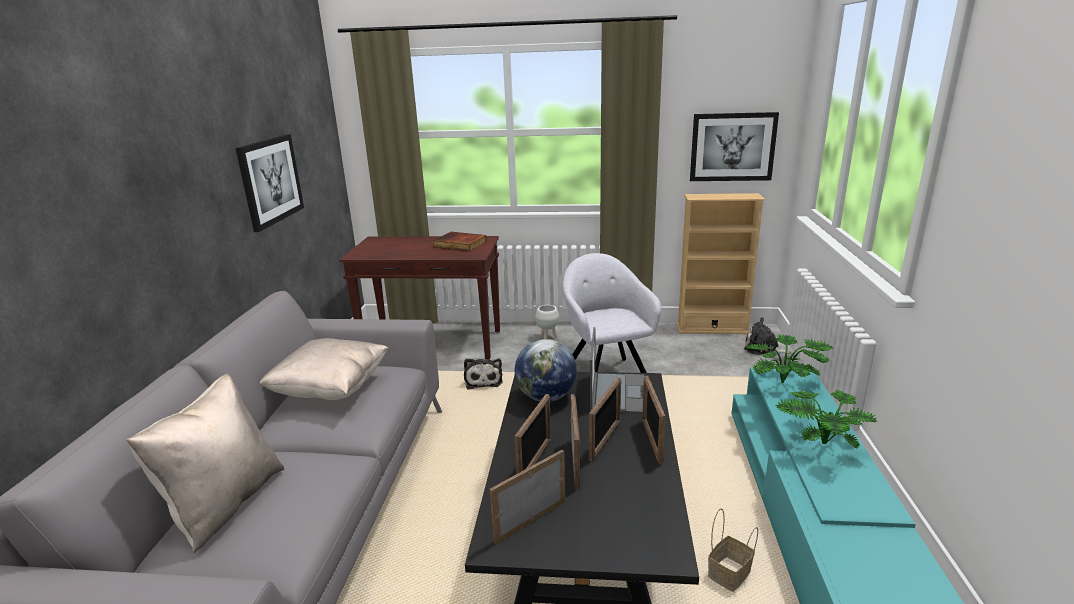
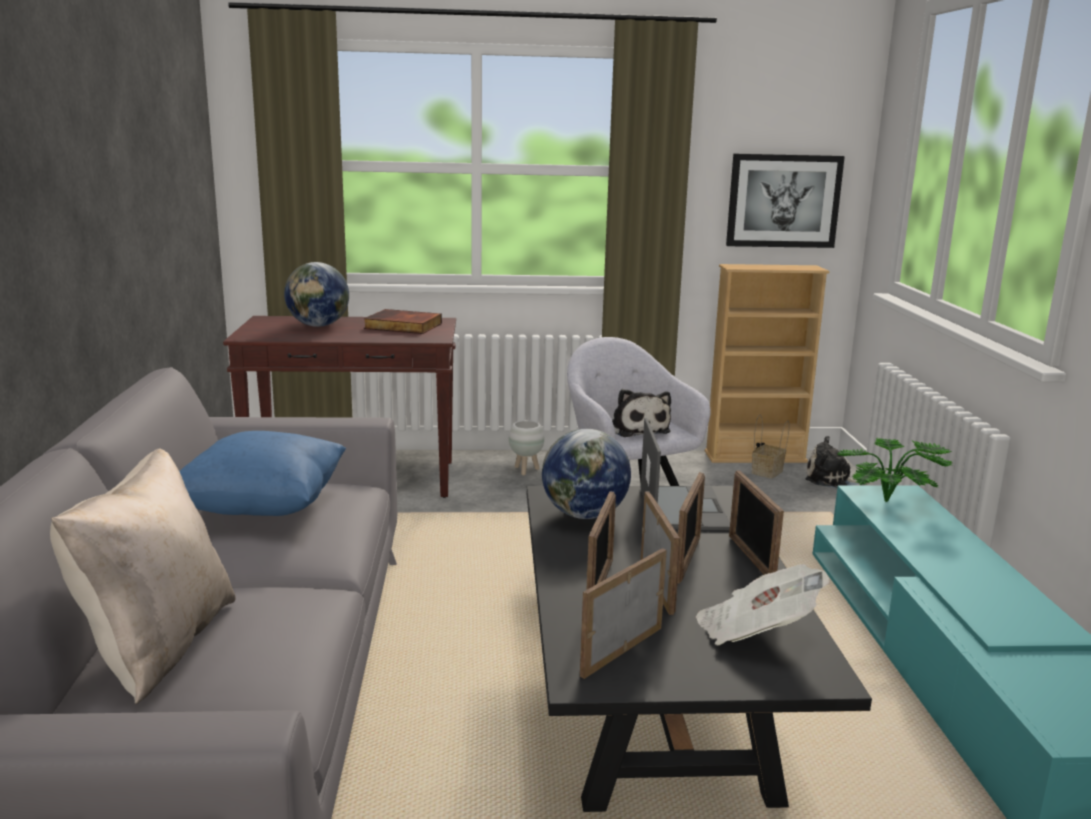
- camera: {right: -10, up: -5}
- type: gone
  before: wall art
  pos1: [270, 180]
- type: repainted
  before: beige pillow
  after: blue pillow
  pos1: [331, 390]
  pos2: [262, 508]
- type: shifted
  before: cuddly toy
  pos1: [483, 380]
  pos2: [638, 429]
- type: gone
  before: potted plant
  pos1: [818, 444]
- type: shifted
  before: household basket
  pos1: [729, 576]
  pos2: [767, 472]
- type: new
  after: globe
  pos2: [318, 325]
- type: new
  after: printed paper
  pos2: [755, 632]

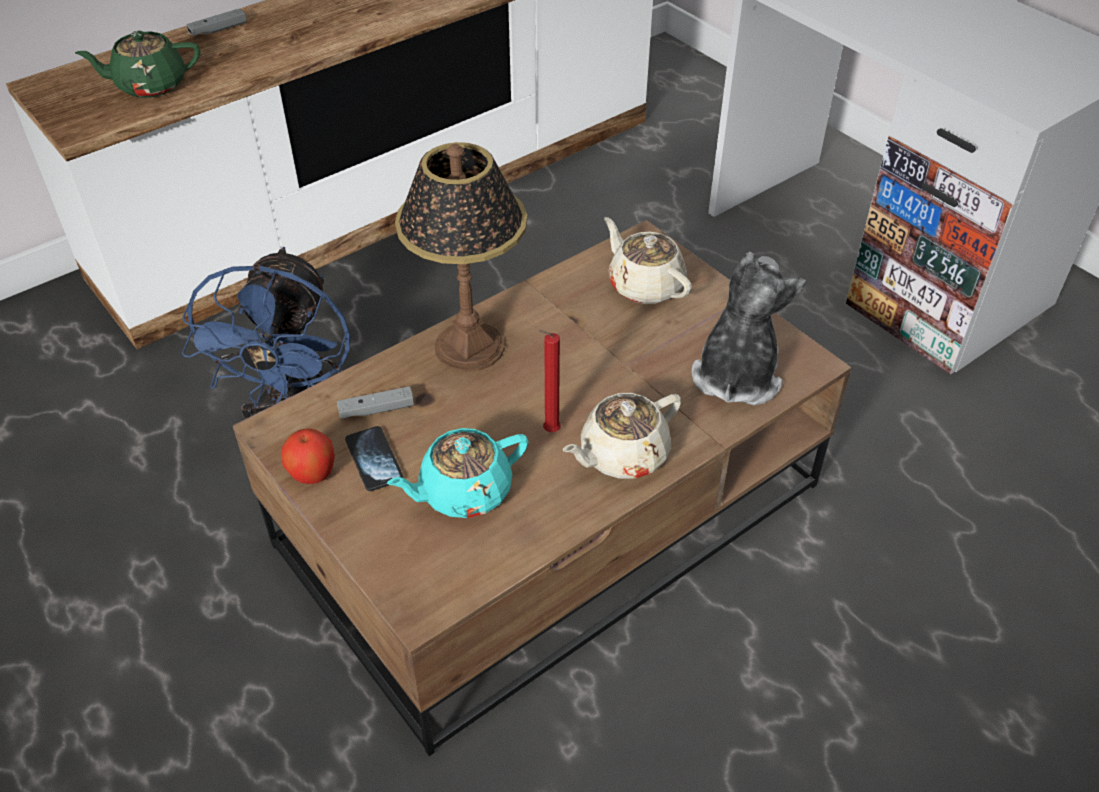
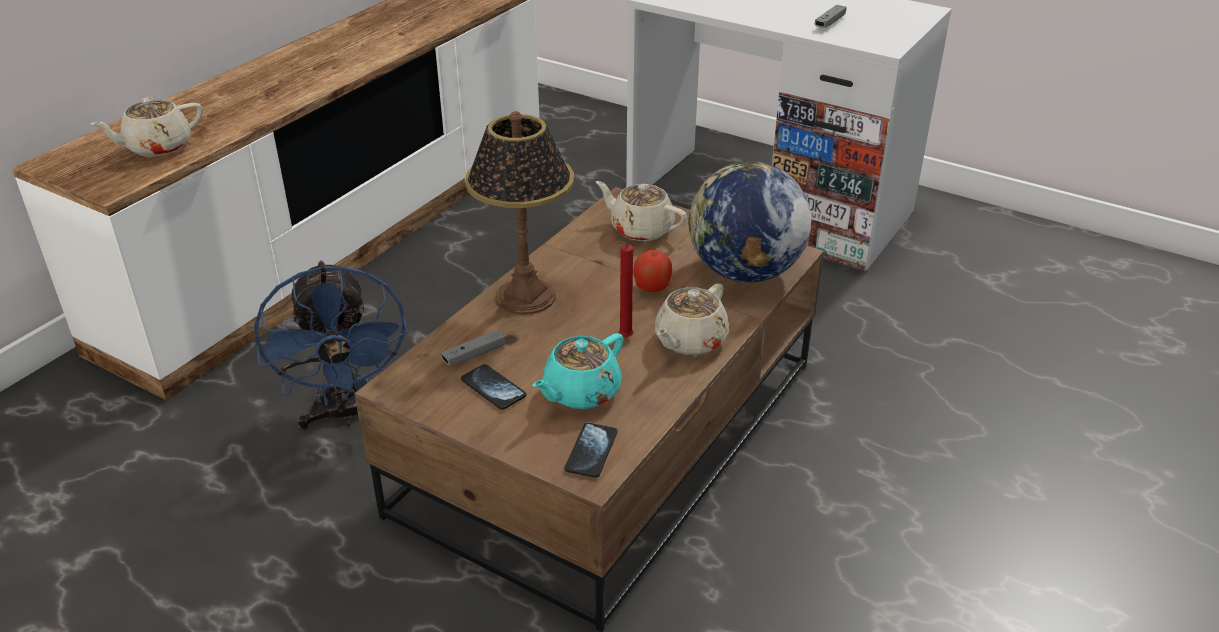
- camera: {right: -20, up: -10}
- type: shifted
  before: gray gamepad
  pos1: [218, 29]
  pos2: [829, 23]
- type: repainted
  before: greenish teapot
  after: beige teapot
  pos1: [150, 85]
  pos2: [157, 147]
- type: swapped
  before: cuddly toy
  after: globe
  pos1: [736, 375]
  pos2: [744, 272]
- type: shifted
  before: whole apple
  pos1: [312, 473]
  pos2: [652, 288]
- type: new
  after: phone
  pos2: [591, 451]

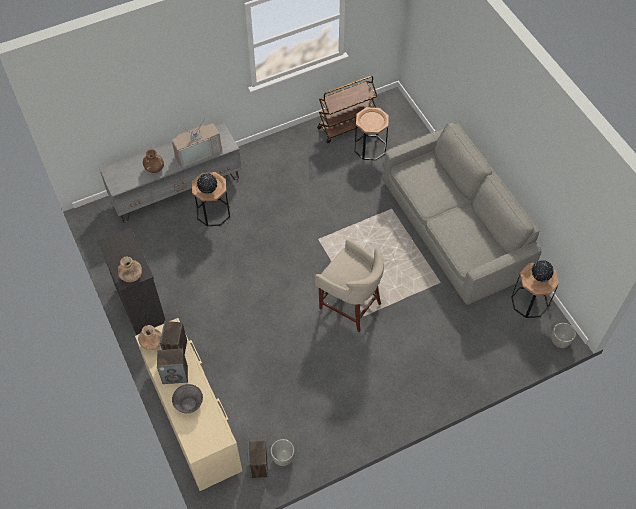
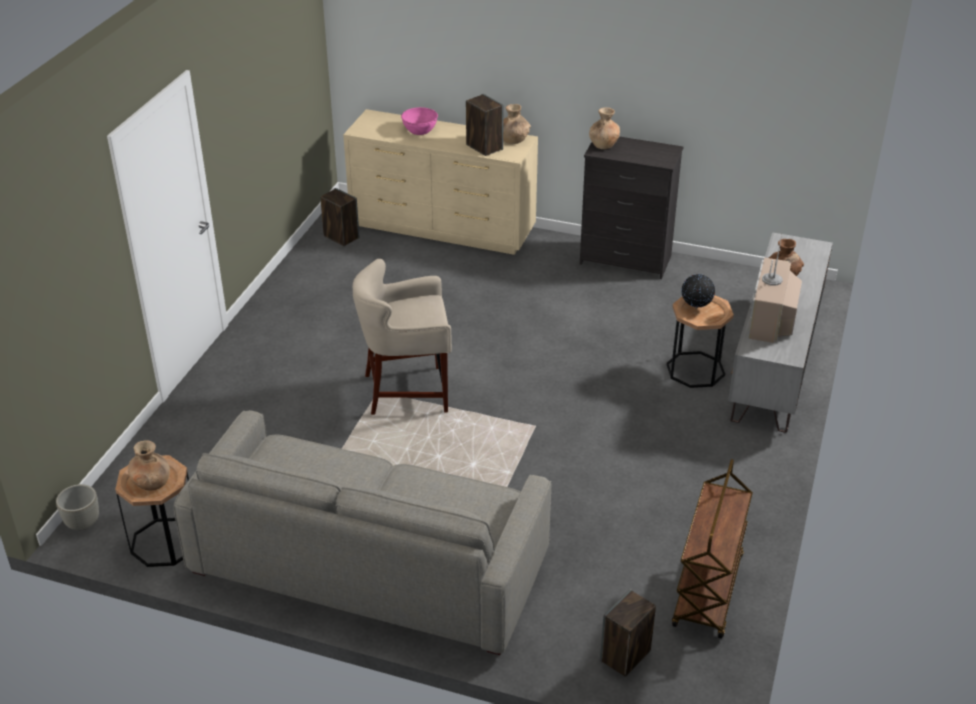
- camera: {right: 135, up: -20}
- type: gone
  before: brown side table
  pos1: [370, 147]
- type: swapped
  before: globe
  after: brown vase
  pos1: [539, 278]
  pos2: [152, 483]
- type: shifted
  before: speaker
  pos1: [175, 375]
  pos2: [625, 656]
- type: repainted
  before: gray serving bowl
  after: pink serving bowl
  pos1: [188, 403]
  pos2: [420, 130]
- type: gone
  before: gray plant pot
  pos1: [283, 457]

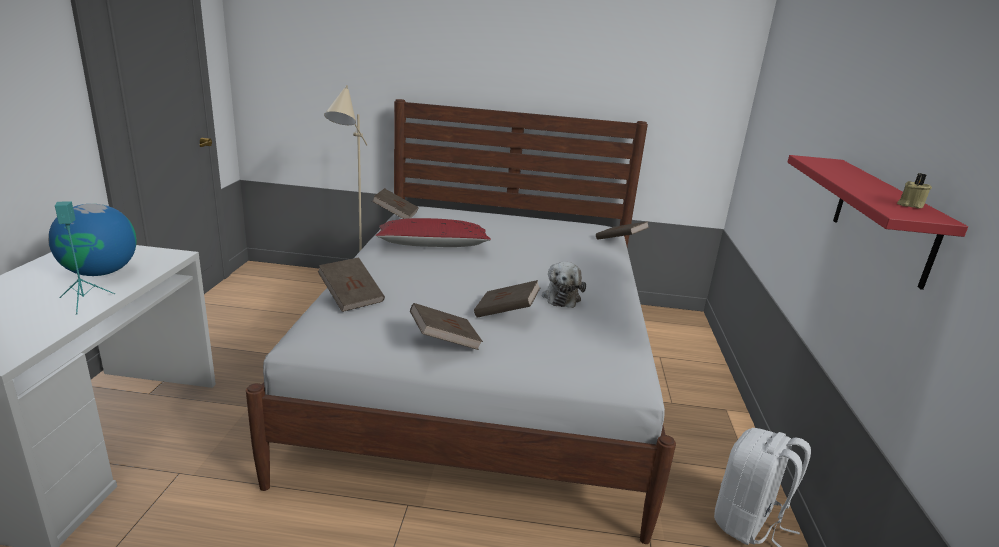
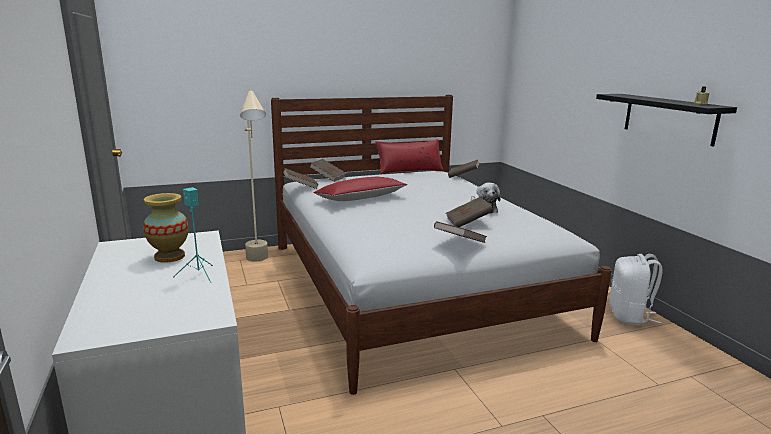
- camera: {right: -25, up: -5}
- type: repainted
  before: red bracket shelf
  after: blackish bracket shelf
  pos1: [883, 219]
  pos2: [669, 118]
- type: swapped
  before: globe
  after: vase
  pos1: [100, 272]
  pos2: [170, 257]
- type: shifted
  before: brown bound book
  pos1: [351, 297]
  pos2: [328, 178]
- type: new
  after: red pillow
  pos2: [409, 171]

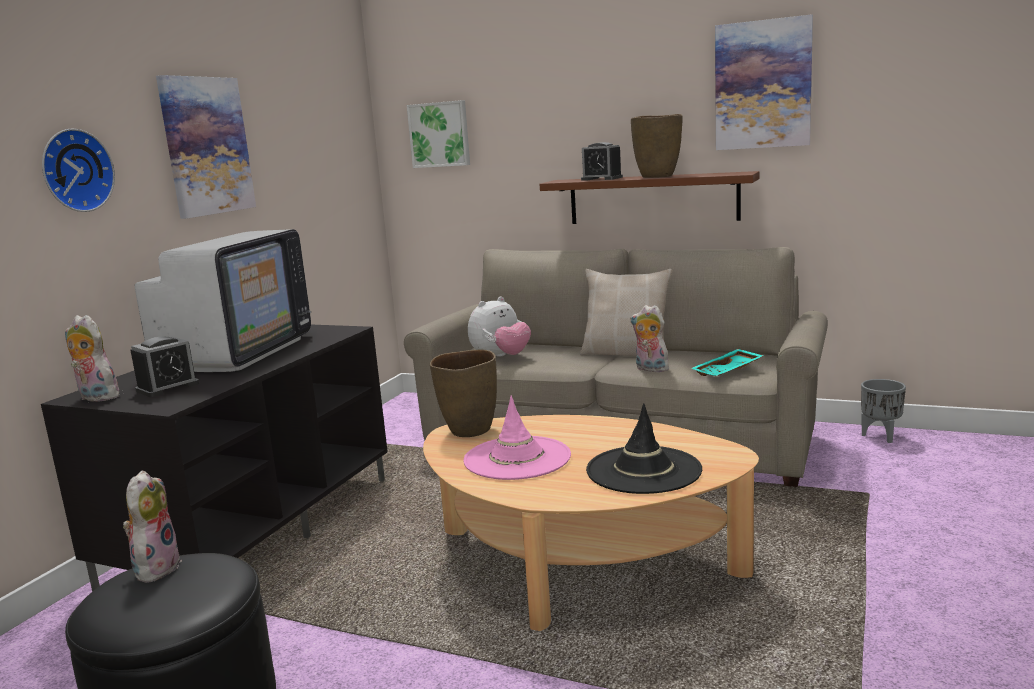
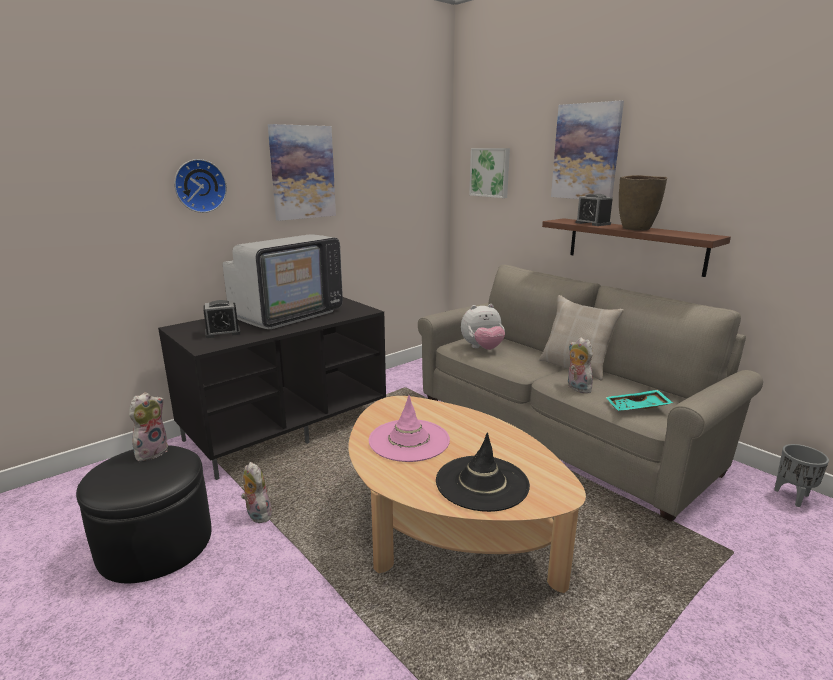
- camera: {right: 25, up: 5}
- type: shifted
  before: wall art
  pos1: [763, 85]
  pos2: [586, 152]
- type: shifted
  before: cuddly toy
  pos1: [95, 398]
  pos2: [257, 514]
- type: gone
  before: brown vase
  pos1: [469, 431]

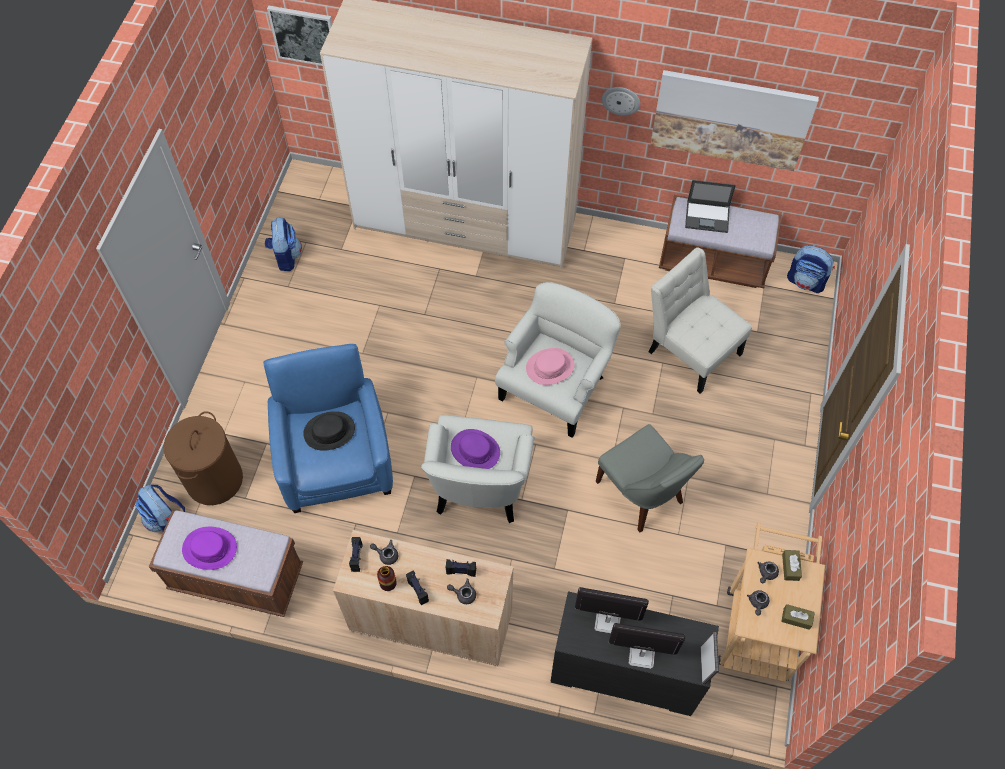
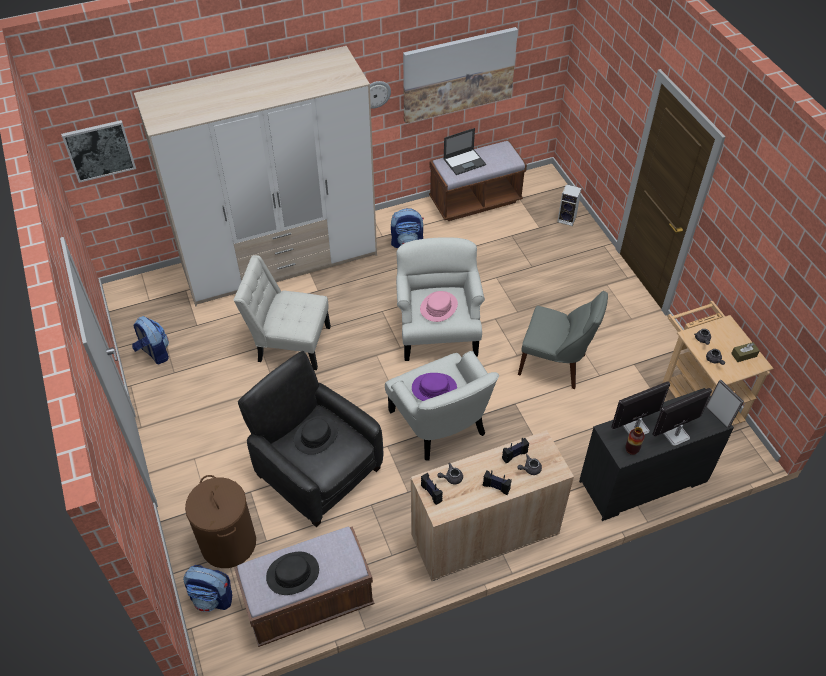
- camera: {right: -35, up: -10}
- type: shifted
  before: rucksack
  pos1: [806, 282]
  pos2: [407, 242]
- type: shifted
  before: whitish upright chair
  pos1: [691, 349]
  pos2: [289, 342]
- type: repainted
  before: blue armchair
  after: blackish armchair
  pos1: [336, 460]
  pos2: [317, 470]
- type: repainted
  before: purple-coloured clothing hat
  after: blackish clothing hat
  pos1: [210, 548]
  pos2: [292, 573]
- type: gone
  before: brown tissue holder
  pos1: [790, 567]
- type: shifted
  before: vase
  pos1: [388, 584]
  pos2: [632, 449]
- type: new
  after: speaker
  pos2: [567, 219]

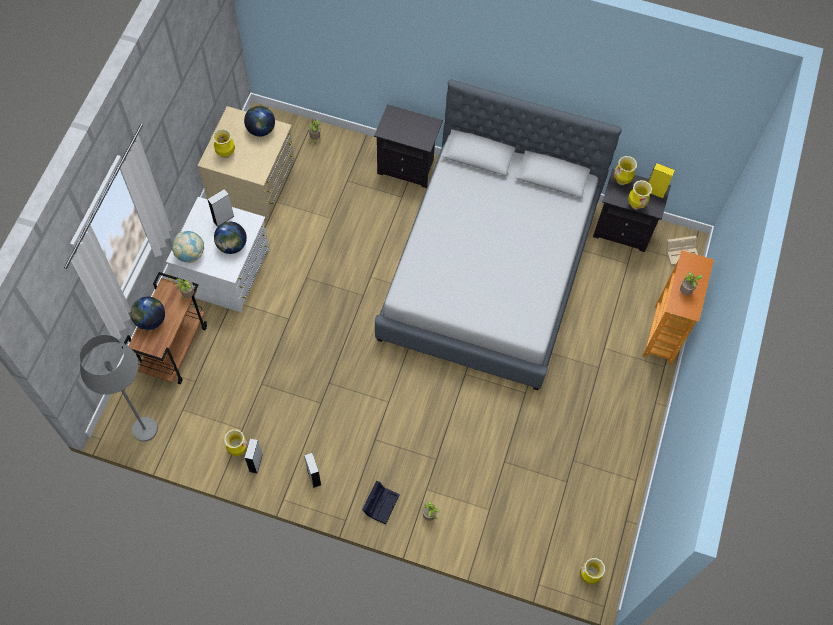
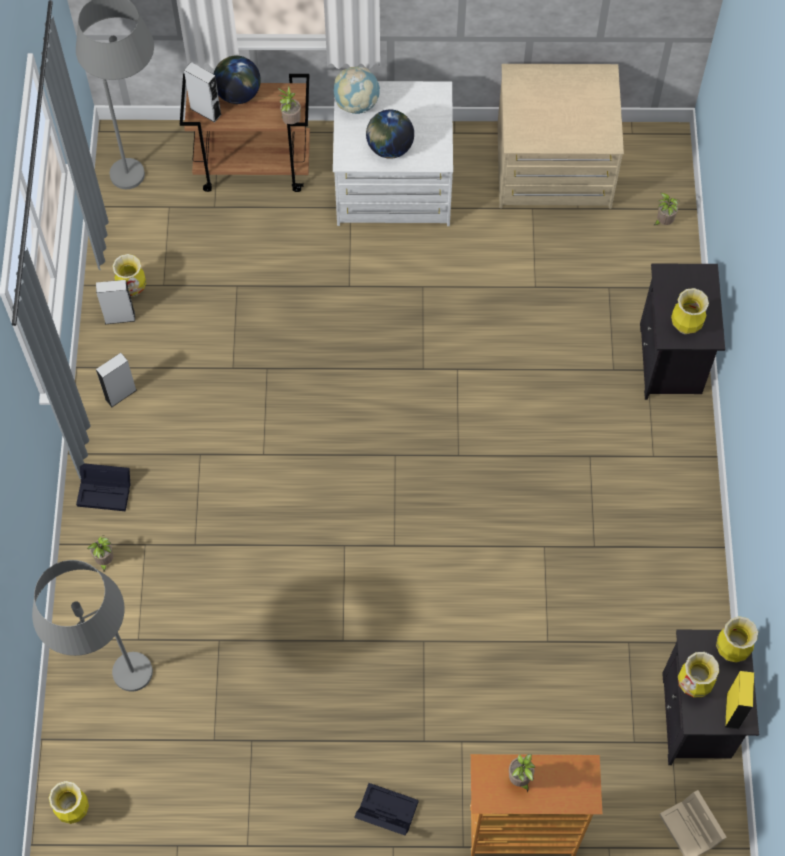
- camera: {right: 75, up: 0}
- type: gone
  before: gray sleeping bed
  pos1: [489, 271]
- type: gone
  before: globe
  pos1: [261, 129]
- type: shifted
  before: vase
  pos1: [226, 153]
  pos2: [685, 326]
- type: shifted
  before: gray speaker
  pos1: [223, 218]
  pos2: [205, 111]
- type: new
  after: gray standing lamp
  pos2: [112, 682]
- type: new
  after: blackish storage box
  pos2: [384, 812]

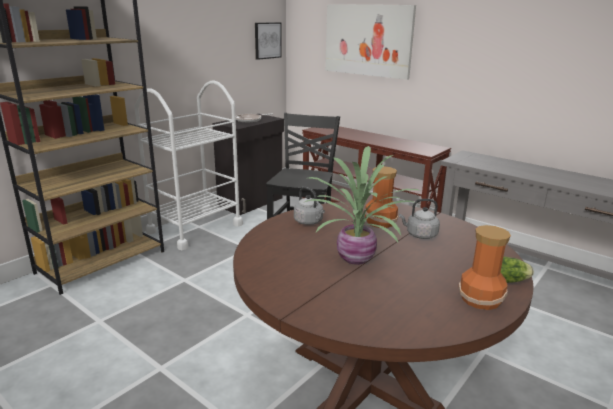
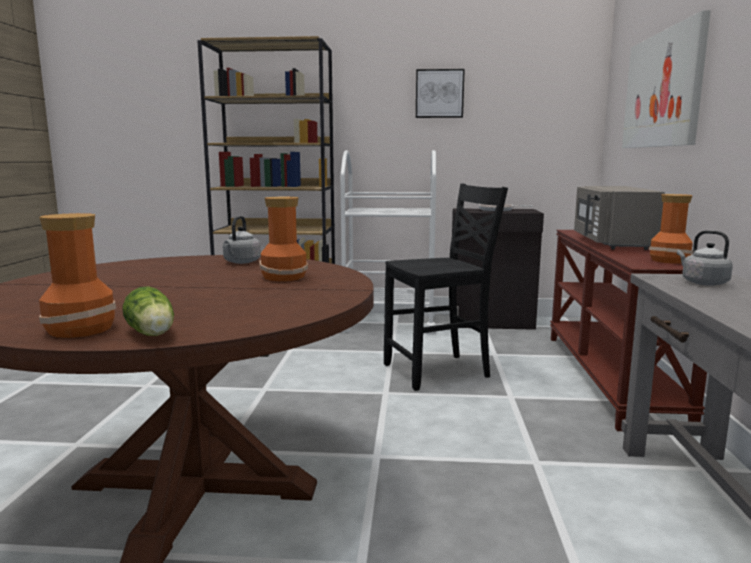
- camera: {right: 55, up: -10}
- type: shifted
  before: wall art
  pos1: [267, 40]
  pos2: [439, 93]
- type: gone
  before: potted plant
  pos1: [358, 258]
- type: shifted
  before: gray kettle
  pos1: [420, 235]
  pos2: [702, 282]
- type: new
  after: gray kitchen microwave
  pos2: [611, 243]
- type: new
  after: vase
  pos2: [668, 260]

